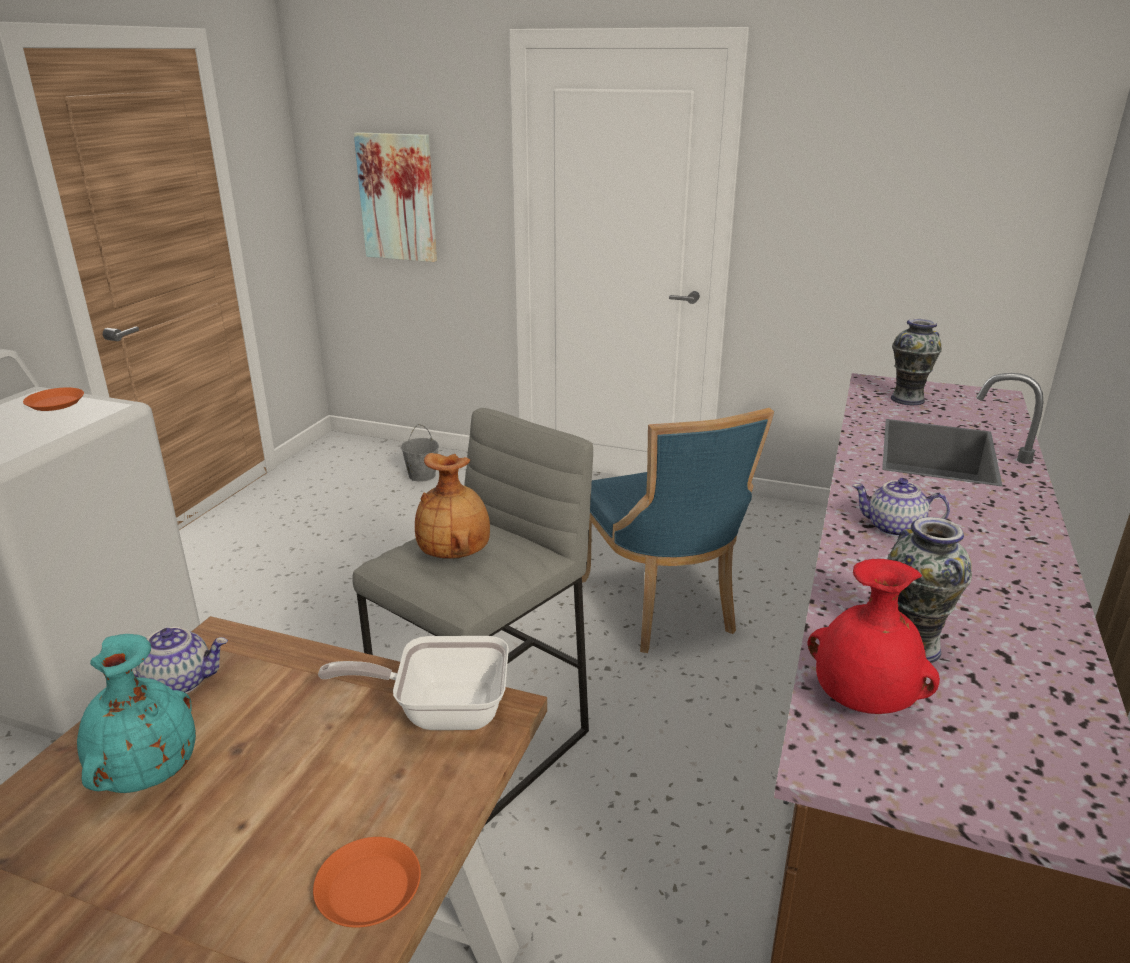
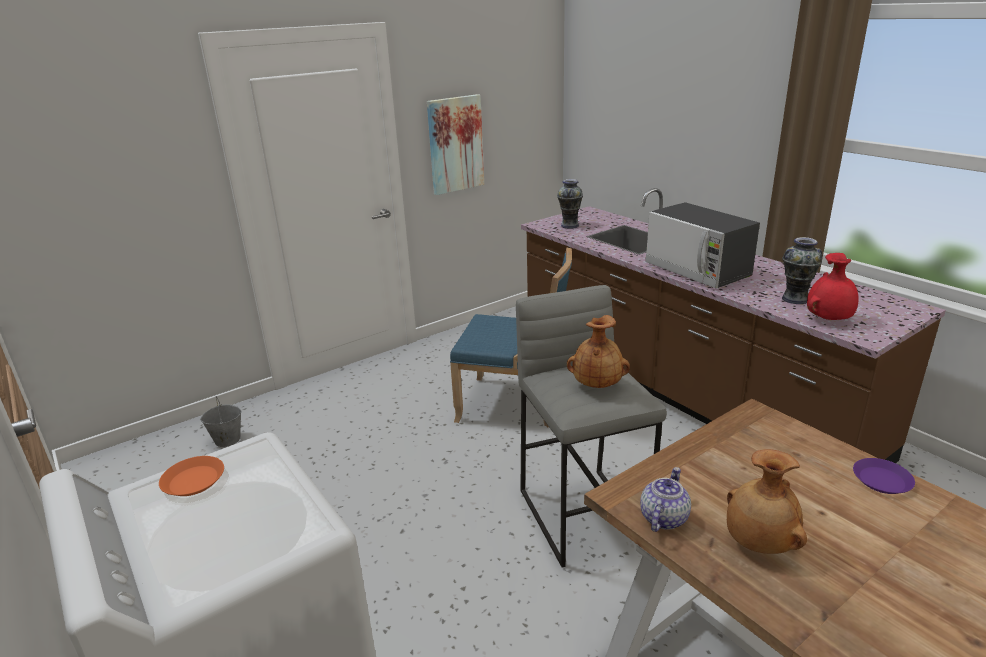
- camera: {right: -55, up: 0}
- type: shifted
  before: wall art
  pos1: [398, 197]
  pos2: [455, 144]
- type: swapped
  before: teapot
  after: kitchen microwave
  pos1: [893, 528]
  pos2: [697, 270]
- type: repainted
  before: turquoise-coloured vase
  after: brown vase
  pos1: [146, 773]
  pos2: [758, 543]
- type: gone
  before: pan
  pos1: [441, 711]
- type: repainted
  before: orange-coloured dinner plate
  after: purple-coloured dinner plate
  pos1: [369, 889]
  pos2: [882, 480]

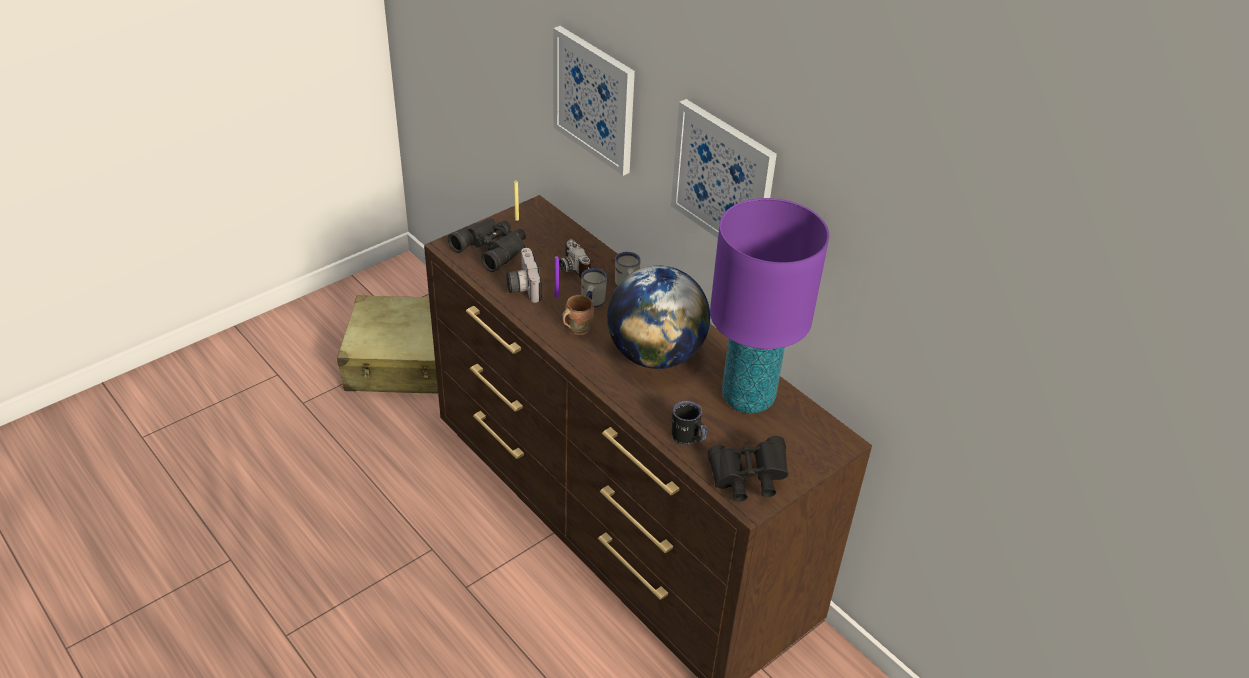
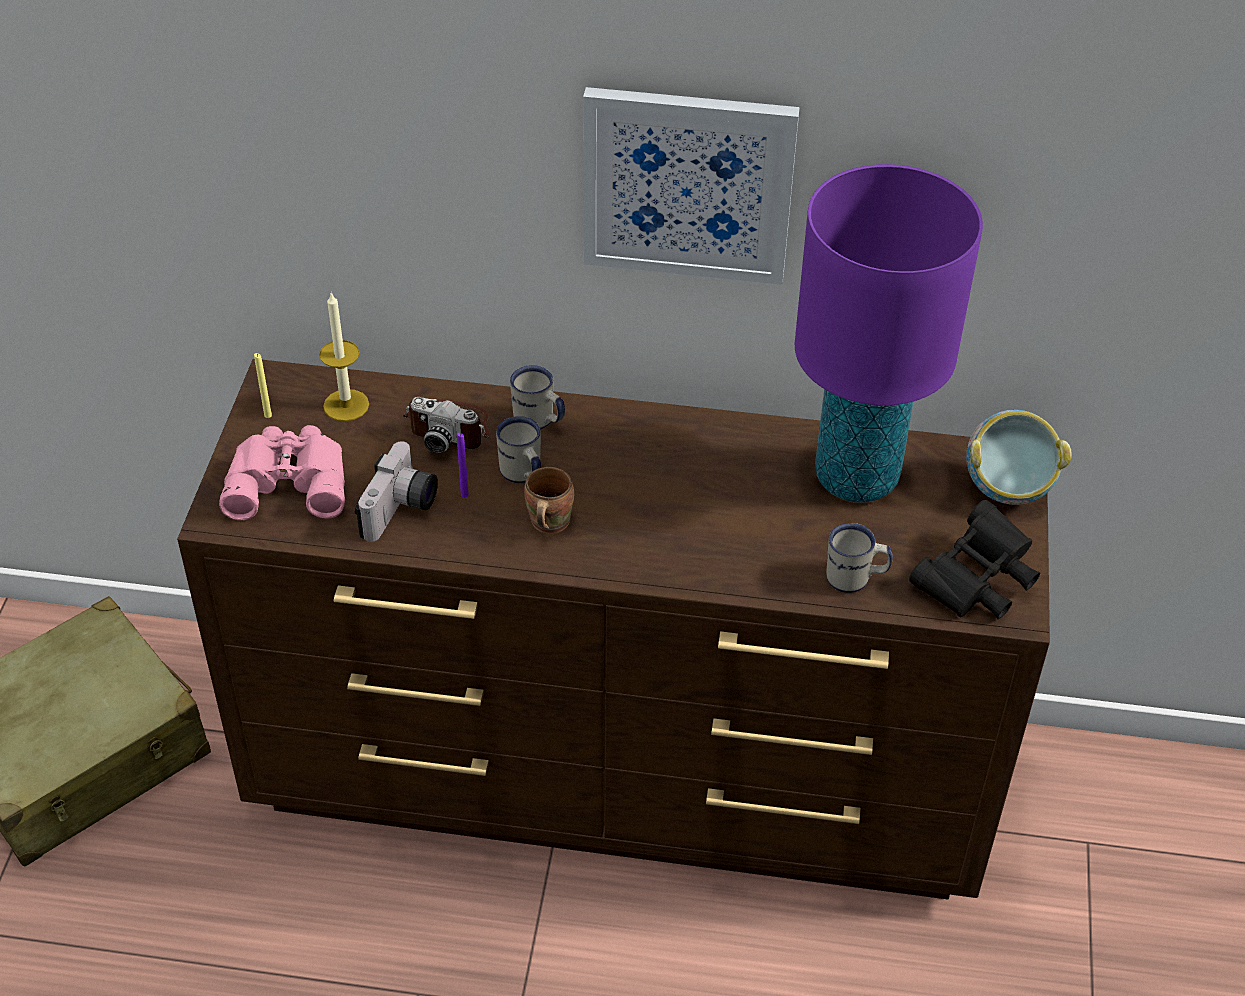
- camera: {right: -40, up: 5}
- type: gone
  before: wall art
  pos1: [595, 99]
- type: repainted
  before: blackish field glasses
  after: pink field glasses
  pos1: [493, 247]
  pos2: [288, 479]
- type: rotated
  before: photo camera
  pos1: [522, 286]
  pos2: [401, 510]
  turn: -105
- type: gone
  before: globe
  pos1: [655, 355]
- type: repainted
  before: blackish mug
  after: whitish mug
  pos1: [688, 439]
  pos2: [855, 579]
- type: new
  after: wax light
  pos2: [346, 405]
- type: new
  after: serving bowl
  pos2: [1007, 489]

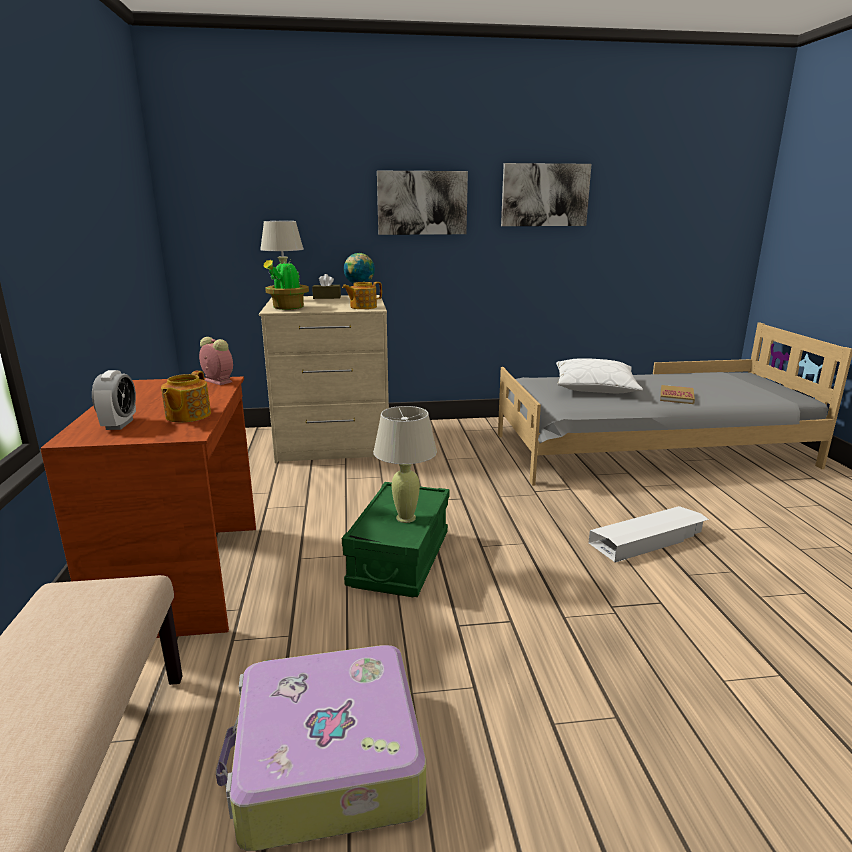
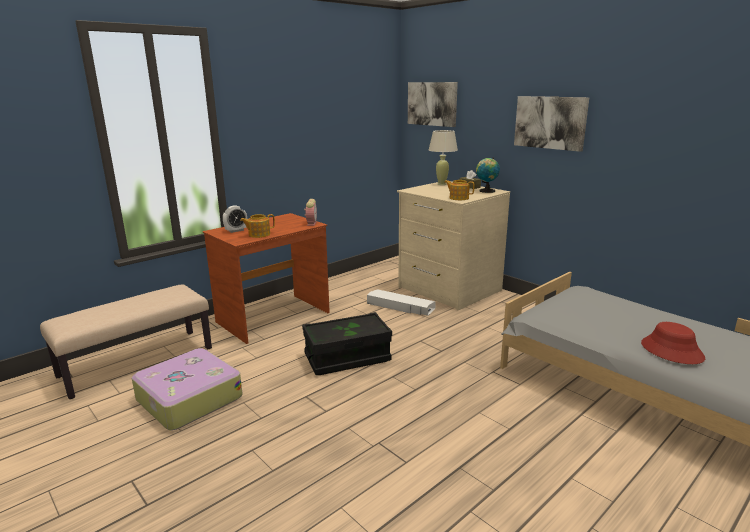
- camera: {right: 55, up: 0}
- type: shifted
  before: wall art
  pos1: [545, 195]
  pos2: [432, 103]
- type: gone
  before: potted plant
  pos1: [287, 308]
- type: gone
  before: whitish pillow
  pos1: [595, 387]
- type: swapped
  before: bound book
  after: red clothing hat
  pos1: [676, 396]
  pos2: [671, 351]
- type: gone
  before: beige lamp for a table
  pos1: [406, 518]
- type: repainted
  before: greenish storage box
  after: blackish storage box
  pos1: [400, 559]
  pos2: [347, 358]
- type: shifted
  before: whitish storage box
  pos1: [648, 539]
  pos2: [400, 306]

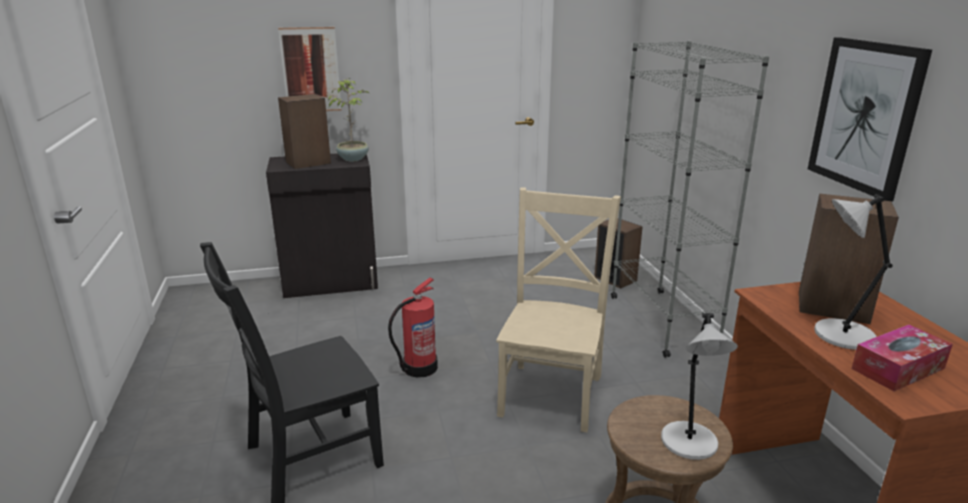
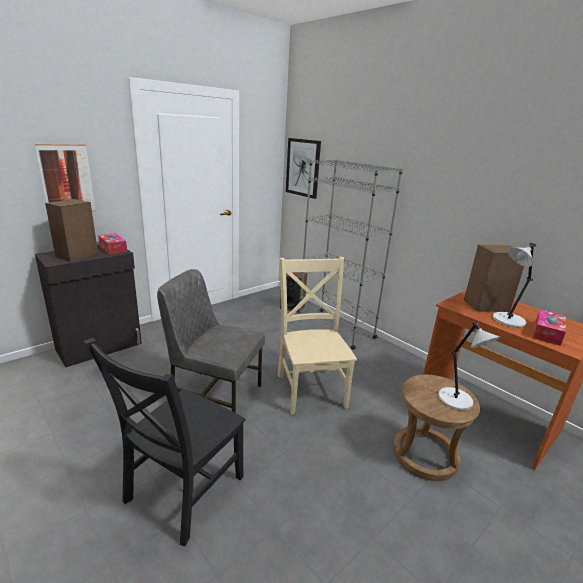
- camera: {right: -30, up: 0}
- type: shifted
  before: wall art
  pos1: [865, 116]
  pos2: [303, 167]
- type: swapped
  before: potted plant
  after: tissue holder
  pos1: [353, 158]
  pos2: [113, 248]
- type: swapped
  before: fire-fighting cylinder
  after: gray upright chair
  pos1: [419, 368]
  pos2: [215, 395]

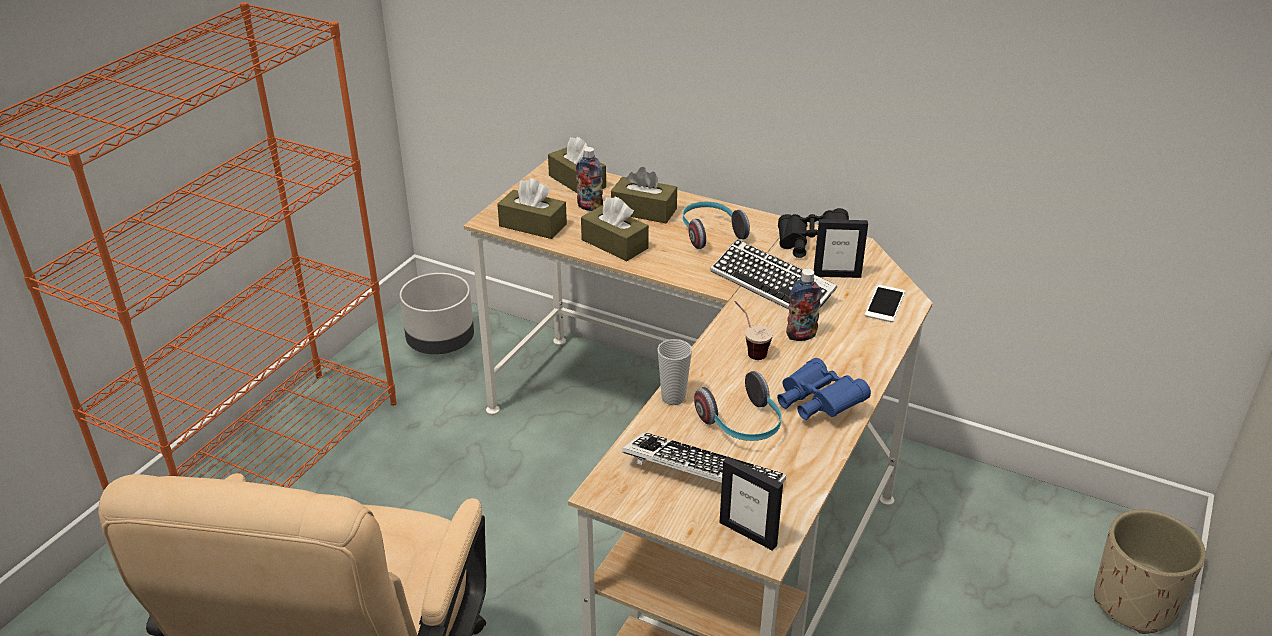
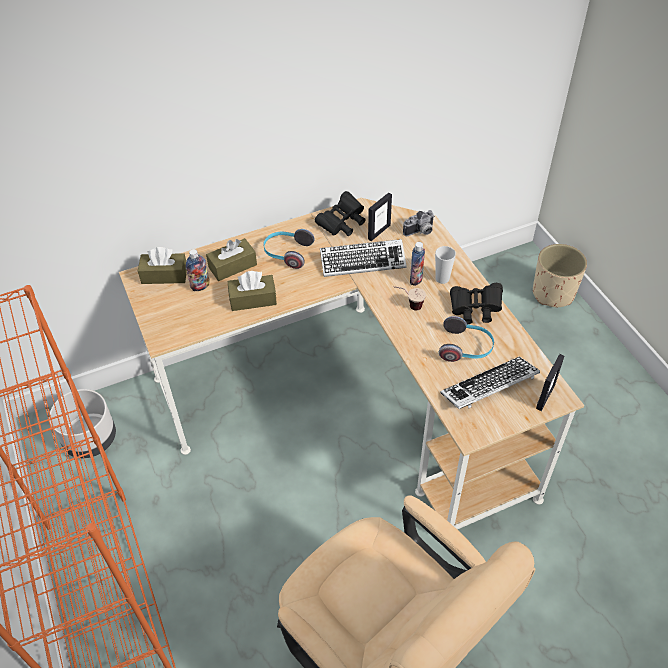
- camera: {right: -50, up: 15}
- type: gone
  before: brown tissue holder
  pos1: [533, 225]
- type: swapped
  before: phone
  after: photo camera
  pos1: [884, 304]
  pos2: [420, 232]
- type: shifted
  before: drinking cup
  pos1: [673, 398]
  pos2: [442, 279]
- type: repainted
  before: blue field glasses
  after: blackish field glasses
  pos1: [816, 404]
  pos2: [474, 310]
- type: rotated
  before: standing frame
  pos1: [748, 533]
  pos2: [545, 396]
  turn: -45

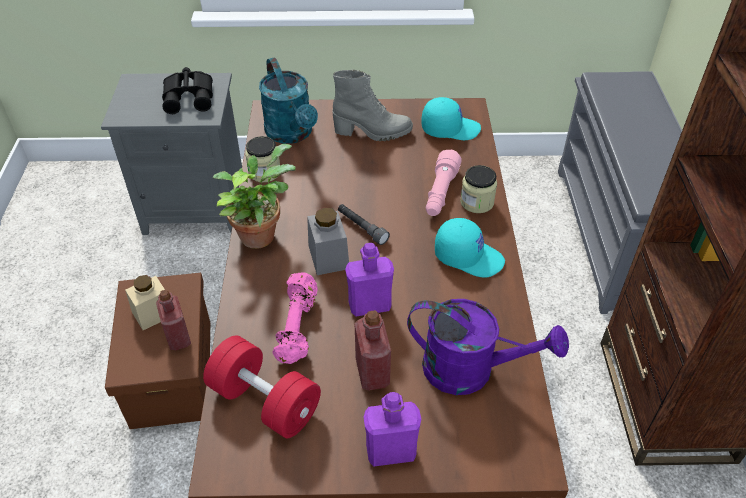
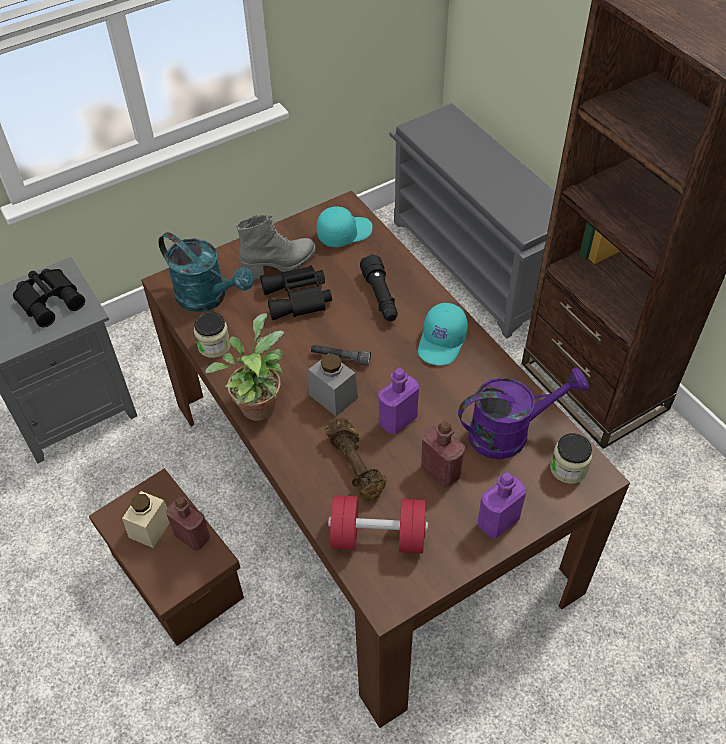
- camera: {right: -30, up: 5}
- type: repainted
  before: pink torch
  after: blackish torch
  pos1: [440, 193]
  pos2: [380, 297]
- type: shifted
  before: jar
  pos1: [477, 202]
  pos2: [568, 468]
- type: rotated
  before: turquoise-coloured cap
  pos1: [468, 256]
  pos2: [442, 342]
  turn: 120
- type: repainted
  before: pink free weight
  after: brown free weight
  pos1: [298, 327]
  pos2: [356, 466]
- type: new
  after: blackish field glasses
  pos2: [298, 299]

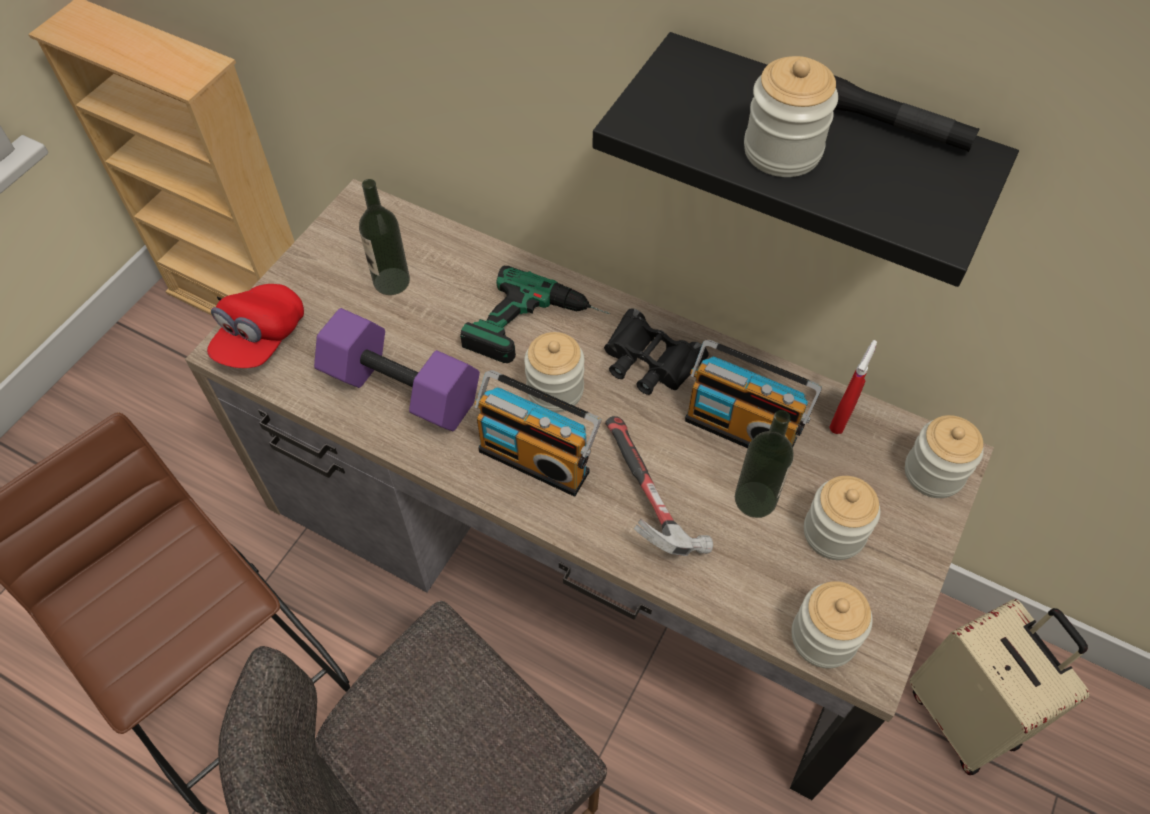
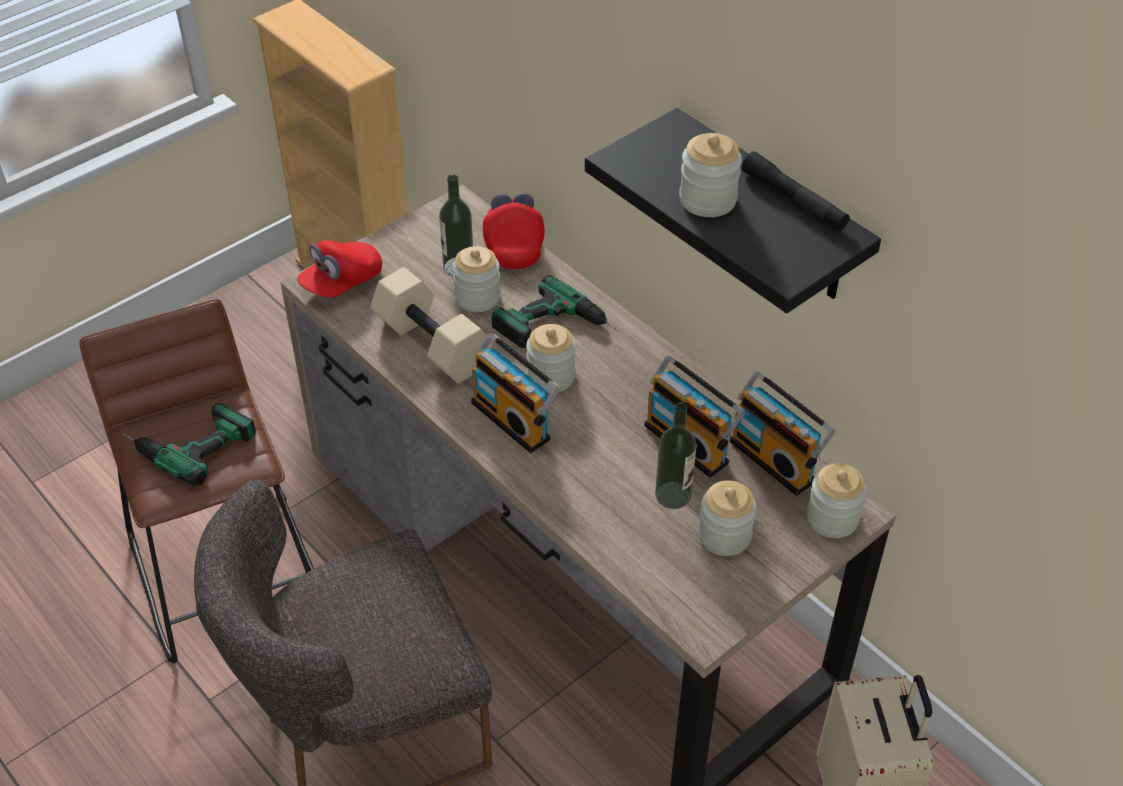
- camera: {right: 20, up: -10}
- type: repainted
  before: purple-coloured free weight
  after: beige free weight
  pos1: [404, 387]
  pos2: [434, 344]
- type: gone
  before: blackish field glasses
  pos1: [649, 361]
- type: swapped
  before: red hand sprayer
  after: radio set
  pos1: [841, 419]
  pos2: [775, 459]
- type: gone
  before: tool hammer
  pos1: [647, 499]
- type: shifted
  before: jar
  pos1: [823, 637]
  pos2: [477, 297]
- type: new
  after: red cap
  pos2: [513, 244]
- type: new
  after: power drill
  pos2: [187, 441]

